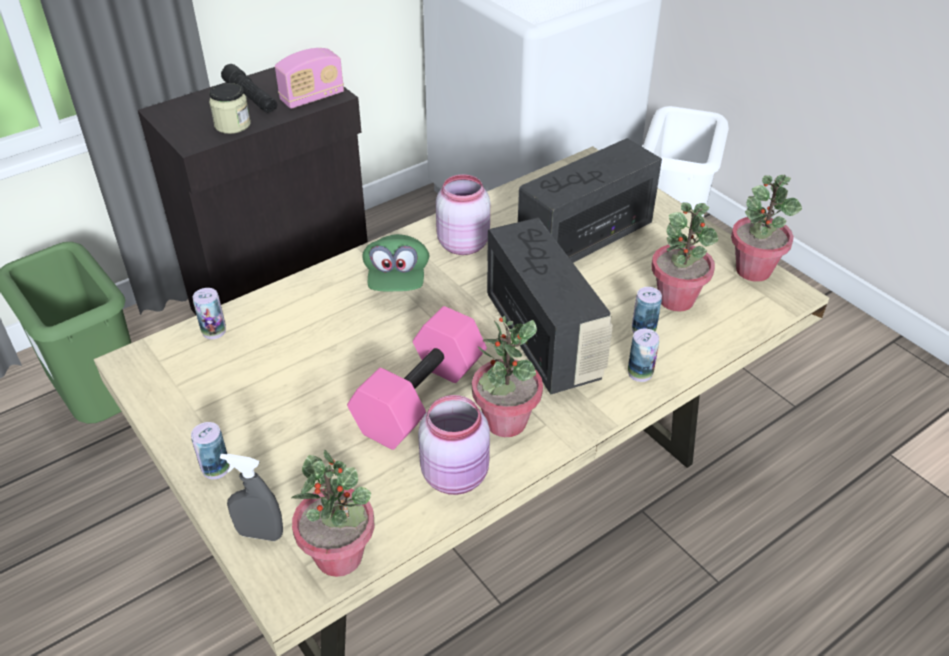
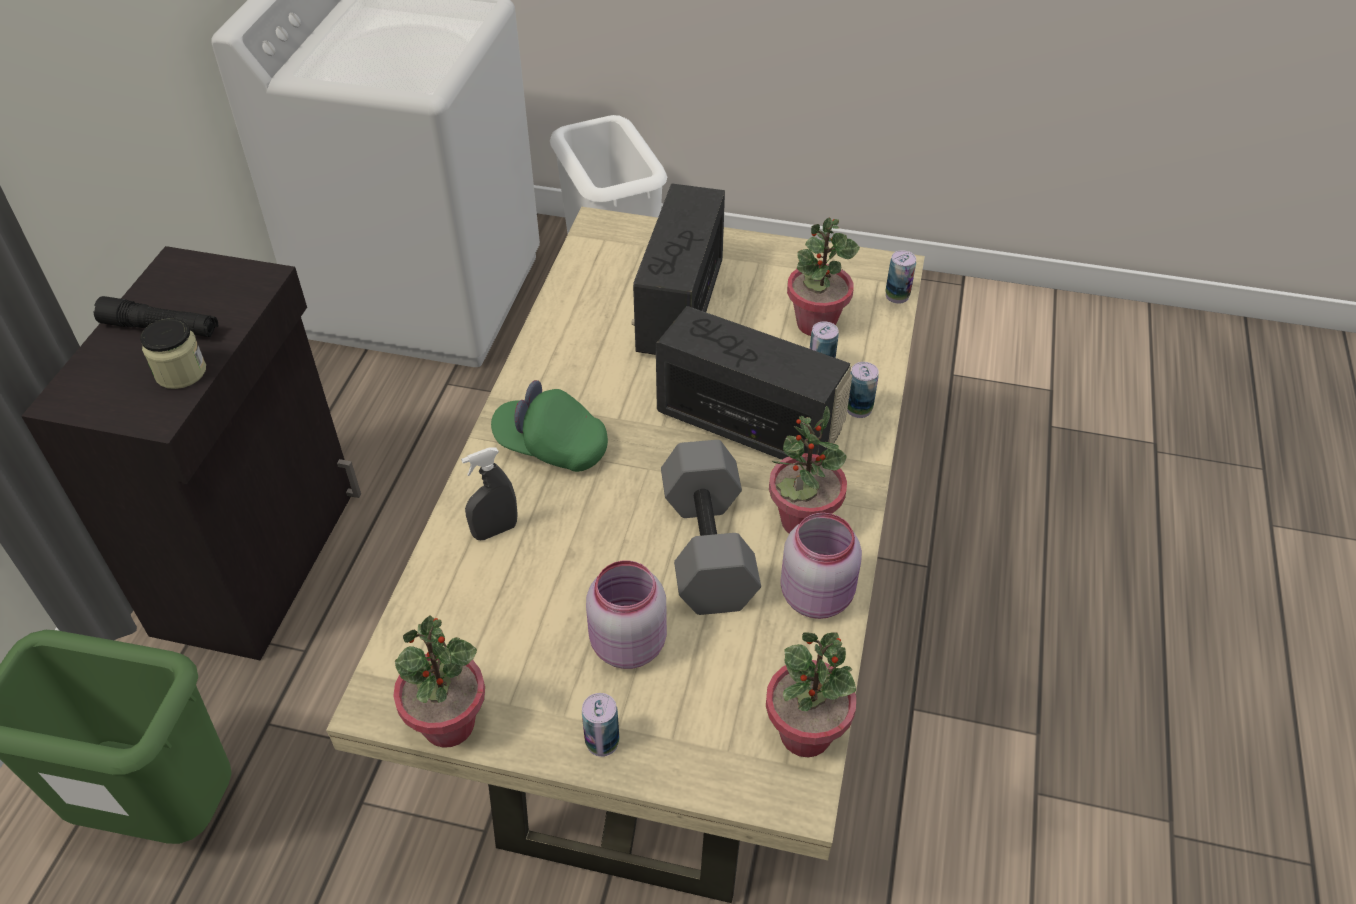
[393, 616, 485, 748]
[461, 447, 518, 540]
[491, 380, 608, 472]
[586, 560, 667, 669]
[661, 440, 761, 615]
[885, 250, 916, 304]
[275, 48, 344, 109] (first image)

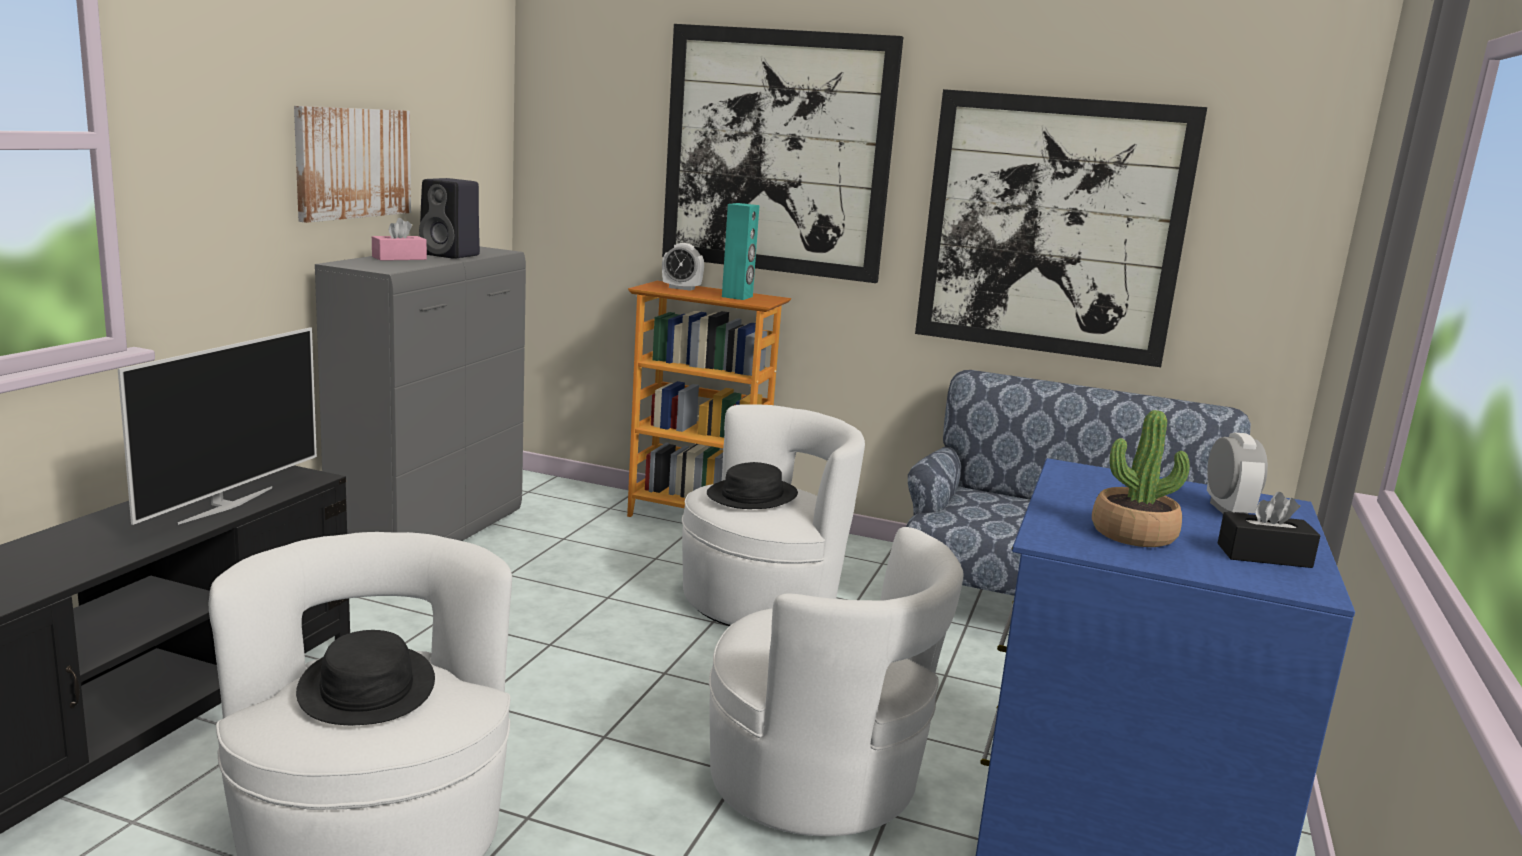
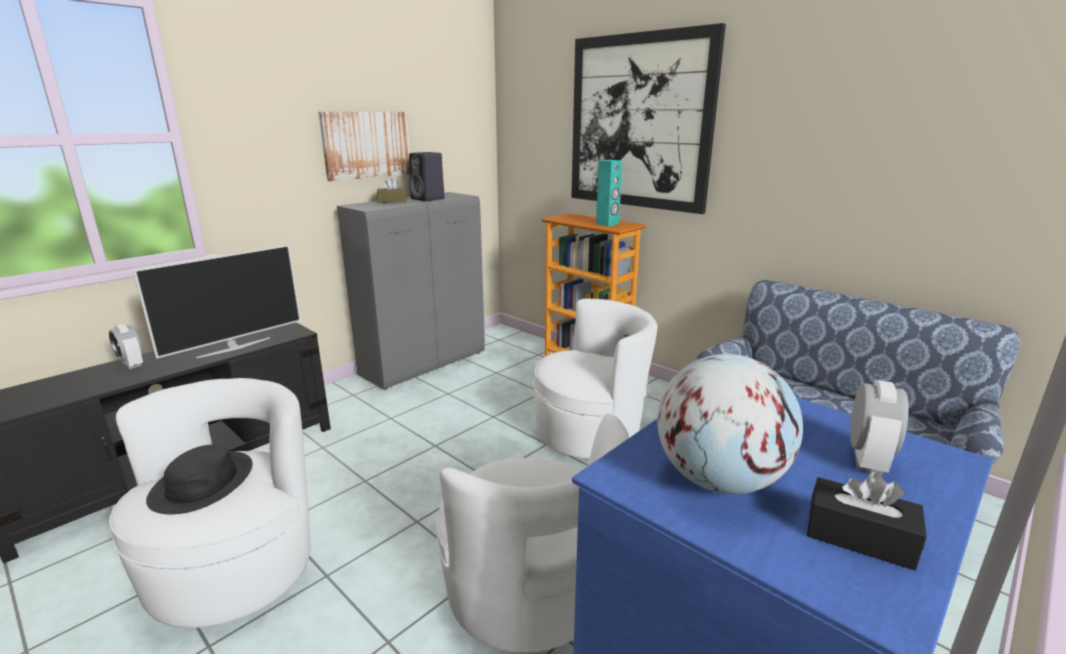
[109, 324, 143, 369]
[377, 177, 407, 203]
[657, 354, 803, 494]
[707, 462, 798, 509] (first image)
[915, 89, 1207, 367] (first image)

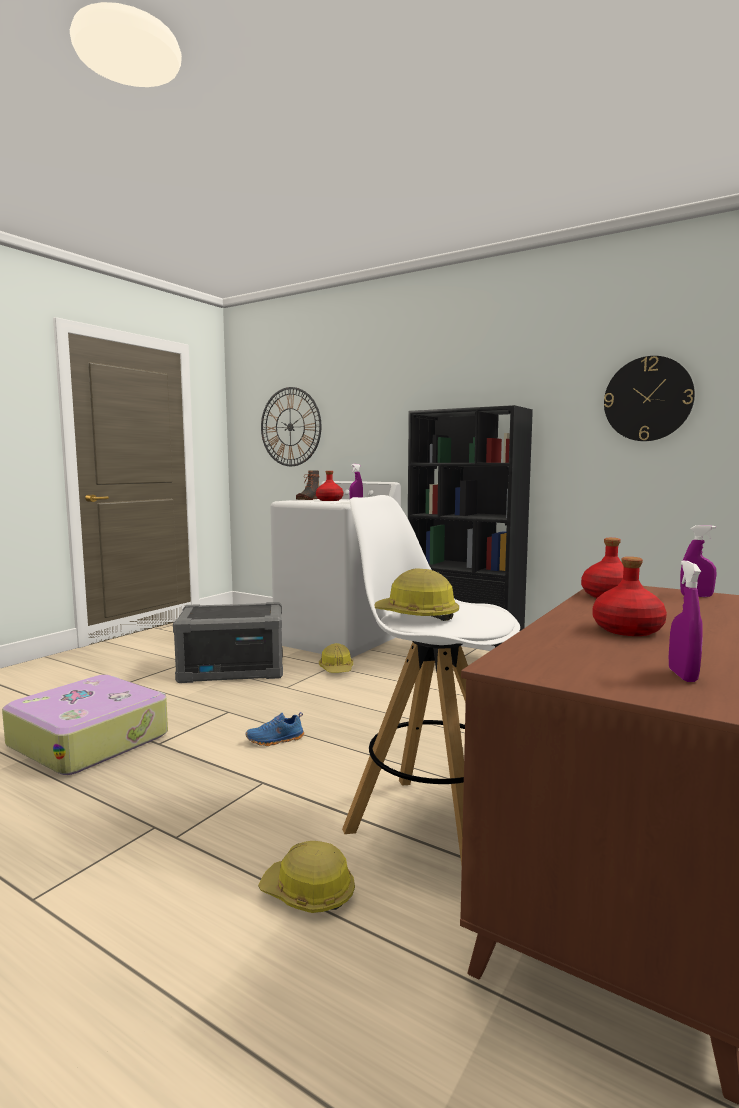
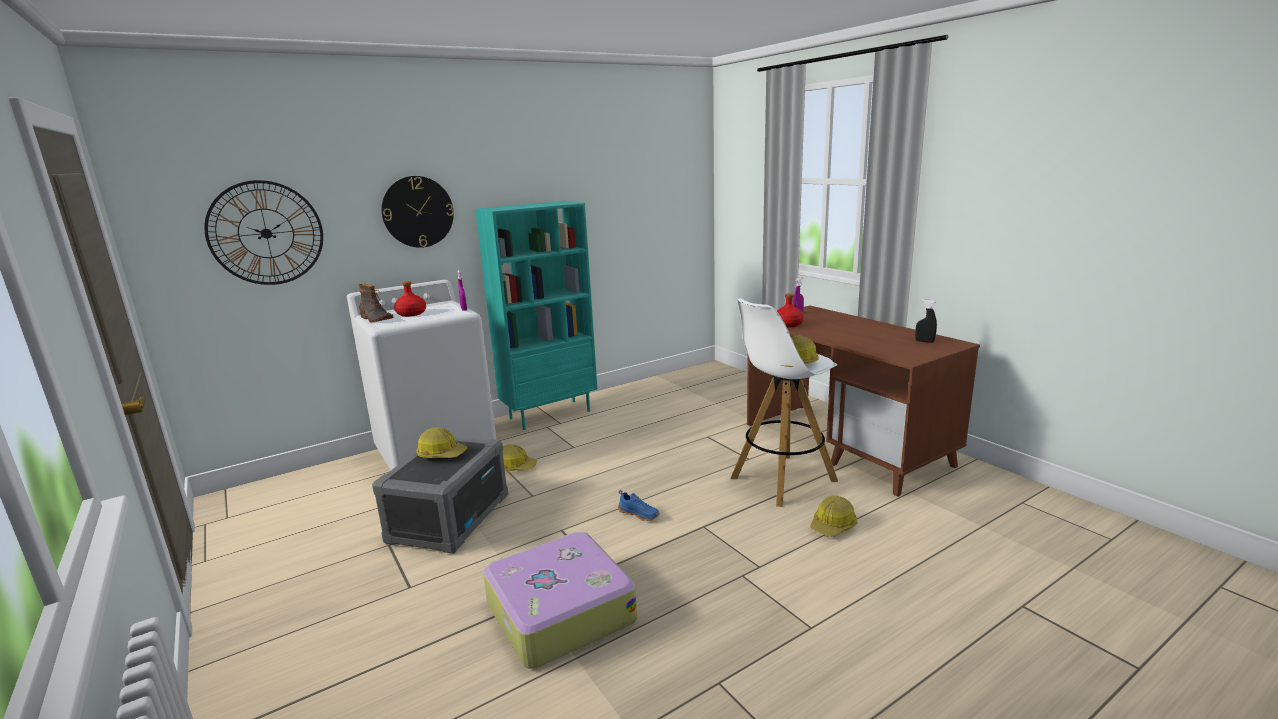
[381, 176, 454, 248]
[416, 427, 467, 458]
[475, 201, 597, 430]
[618, 490, 660, 521]
[915, 299, 937, 343]
[593, 557, 667, 636] (first image)

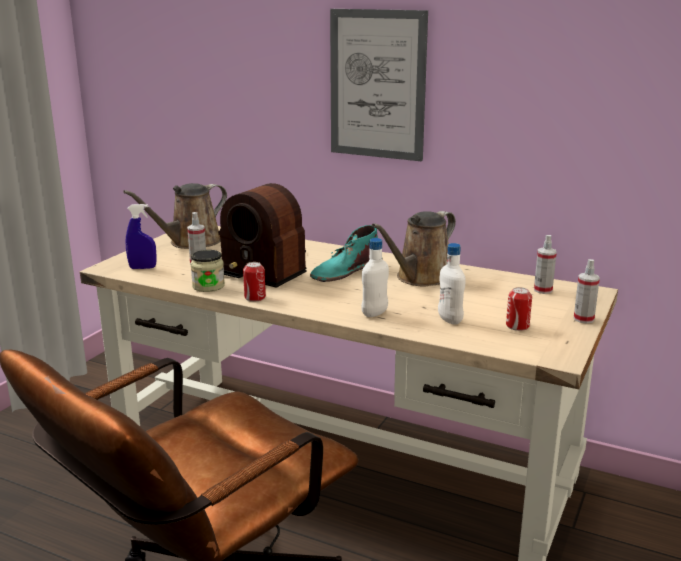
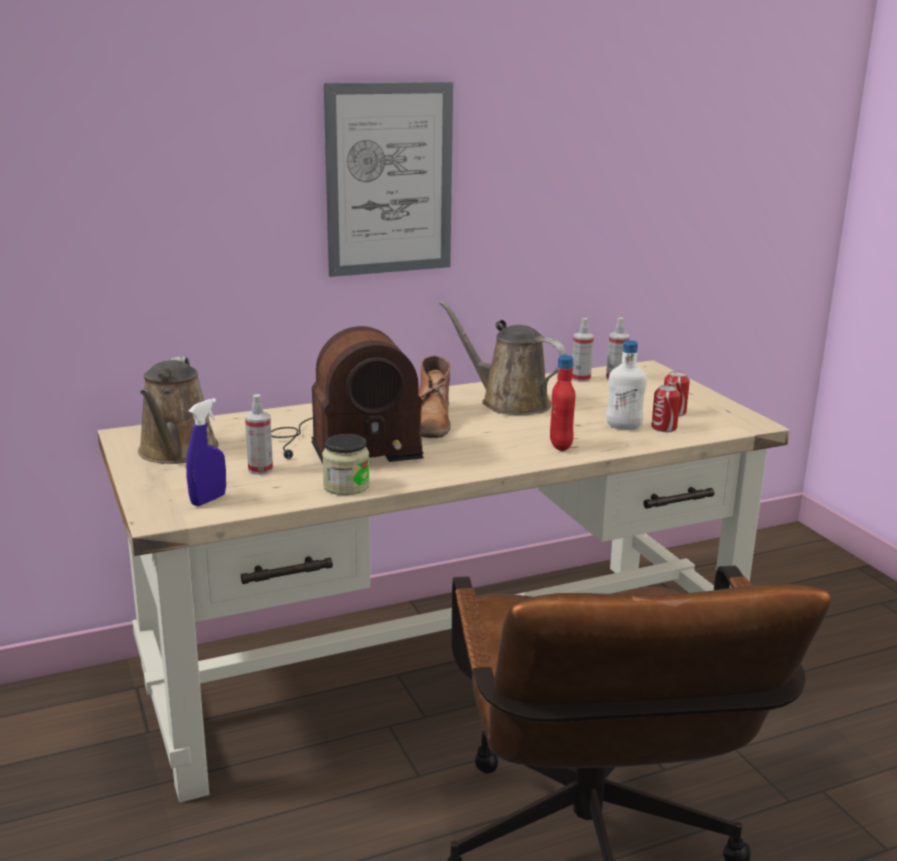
[418, 355, 451, 438]
[439, 301, 567, 415]
[550, 355, 575, 451]
[572, 318, 594, 382]
[651, 385, 680, 432]

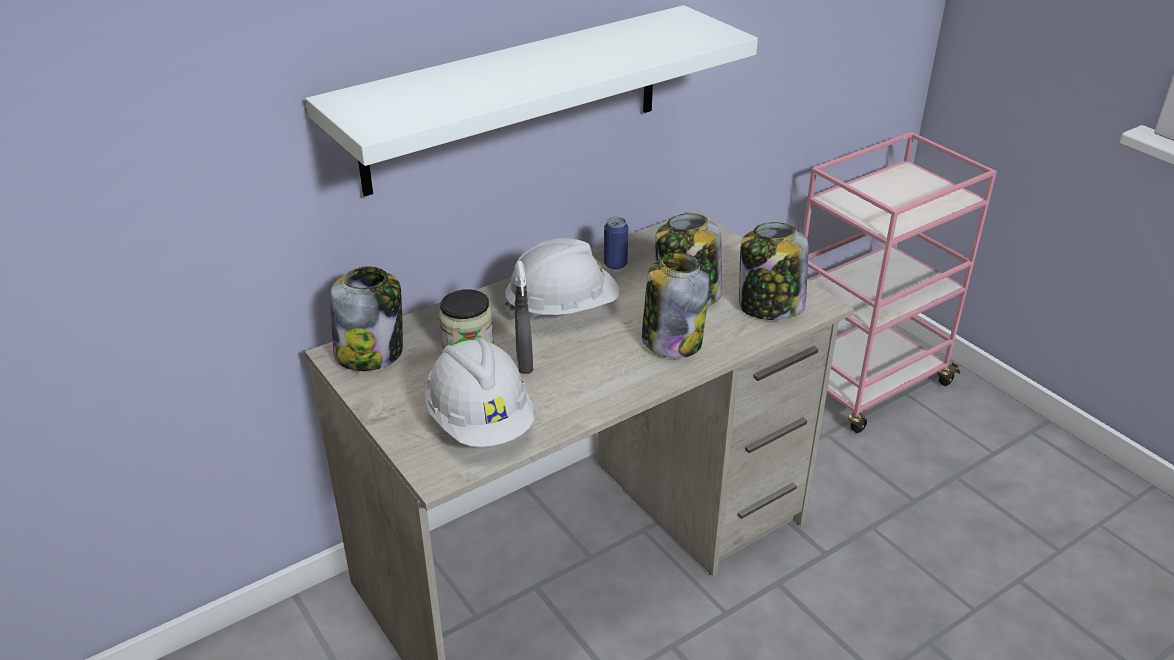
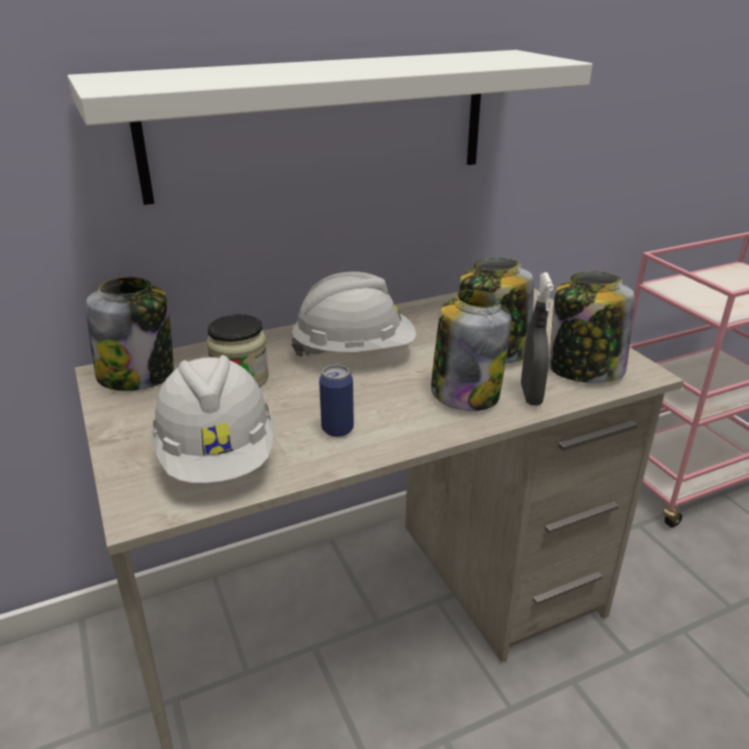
[319, 365, 354, 437]
[521, 272, 554, 405]

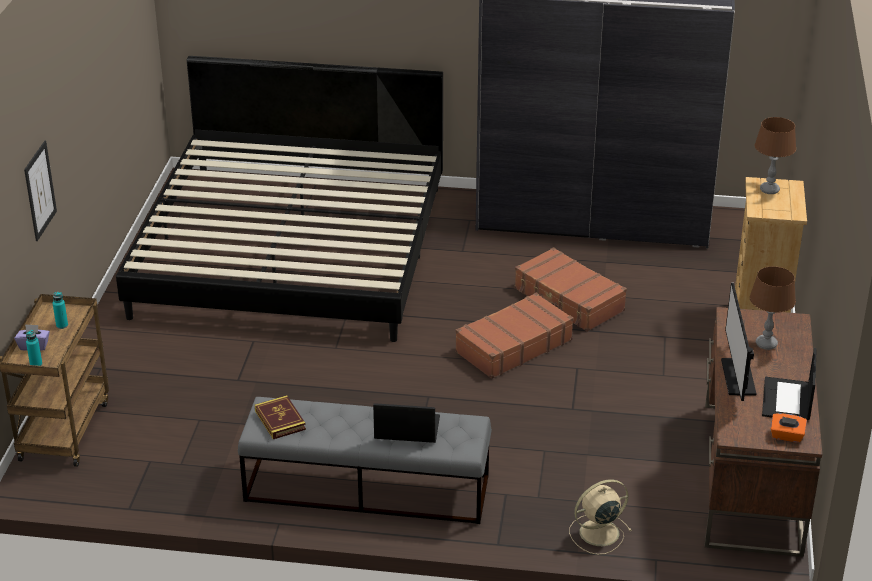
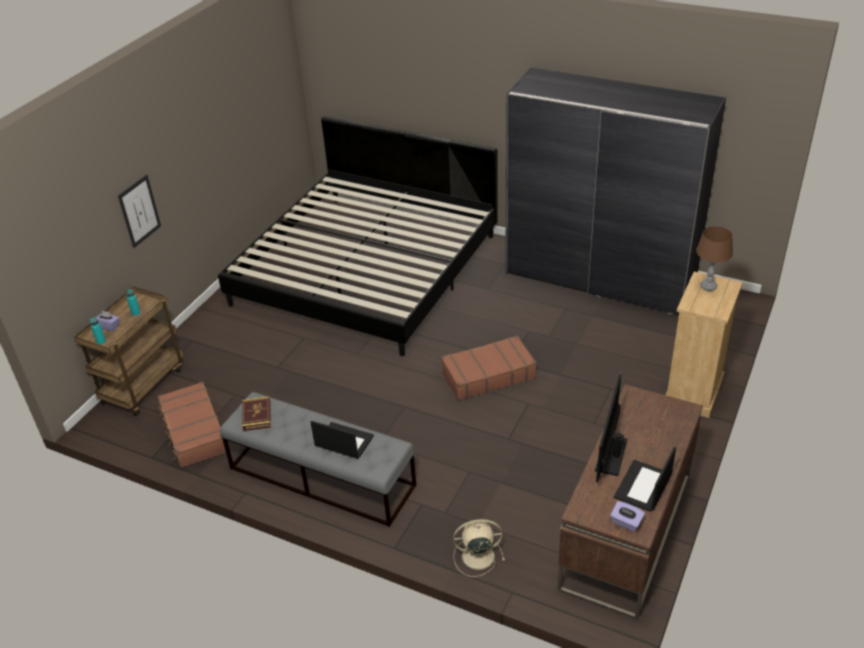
[158, 382, 226, 468]
[610, 501, 645, 532]
[750, 266, 796, 350] (first image)

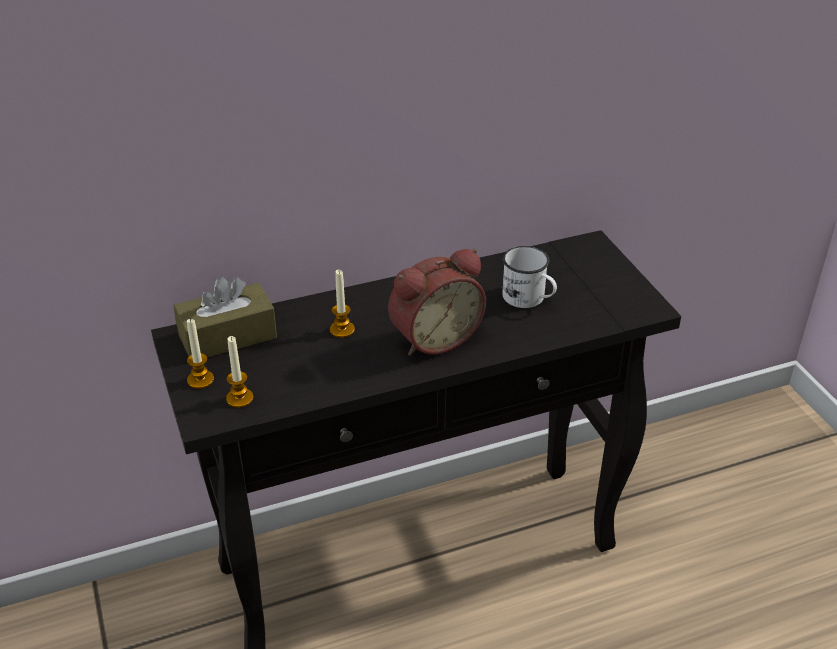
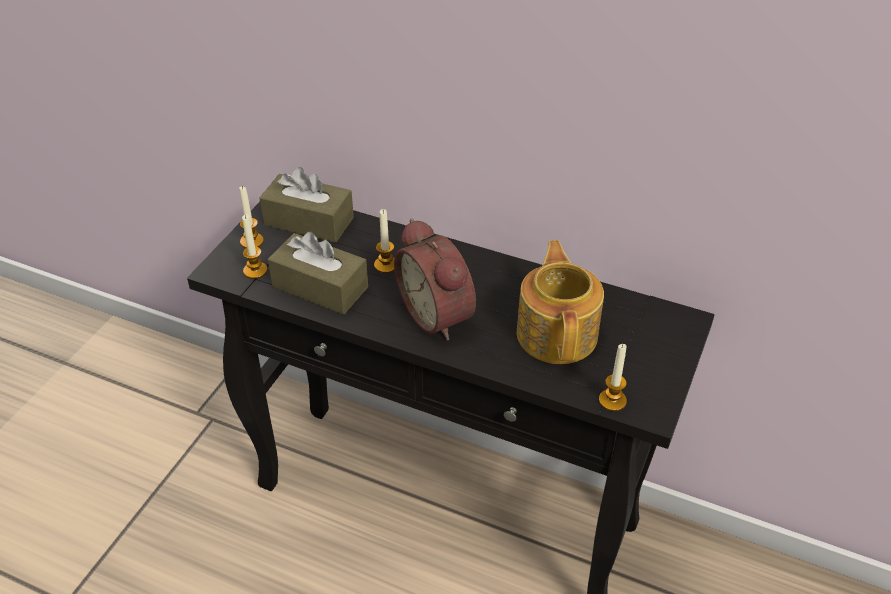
[268, 232, 368, 314]
[394, 218, 476, 341]
[517, 240, 604, 364]
[599, 344, 627, 411]

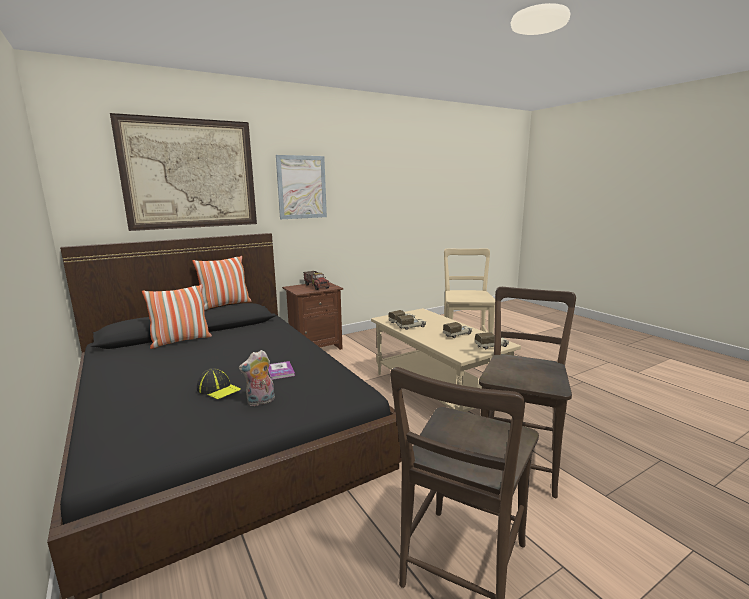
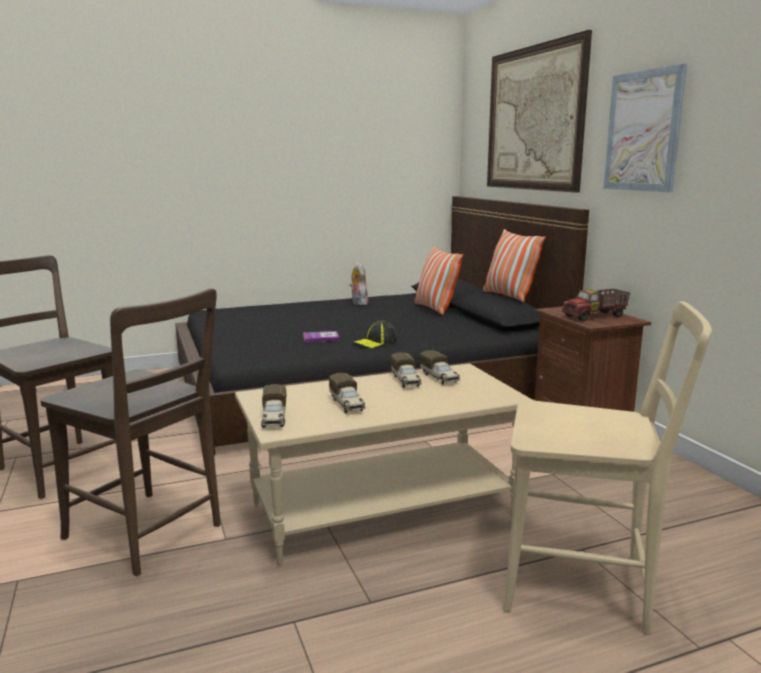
[350, 263, 368, 305]
[354, 320, 397, 348]

